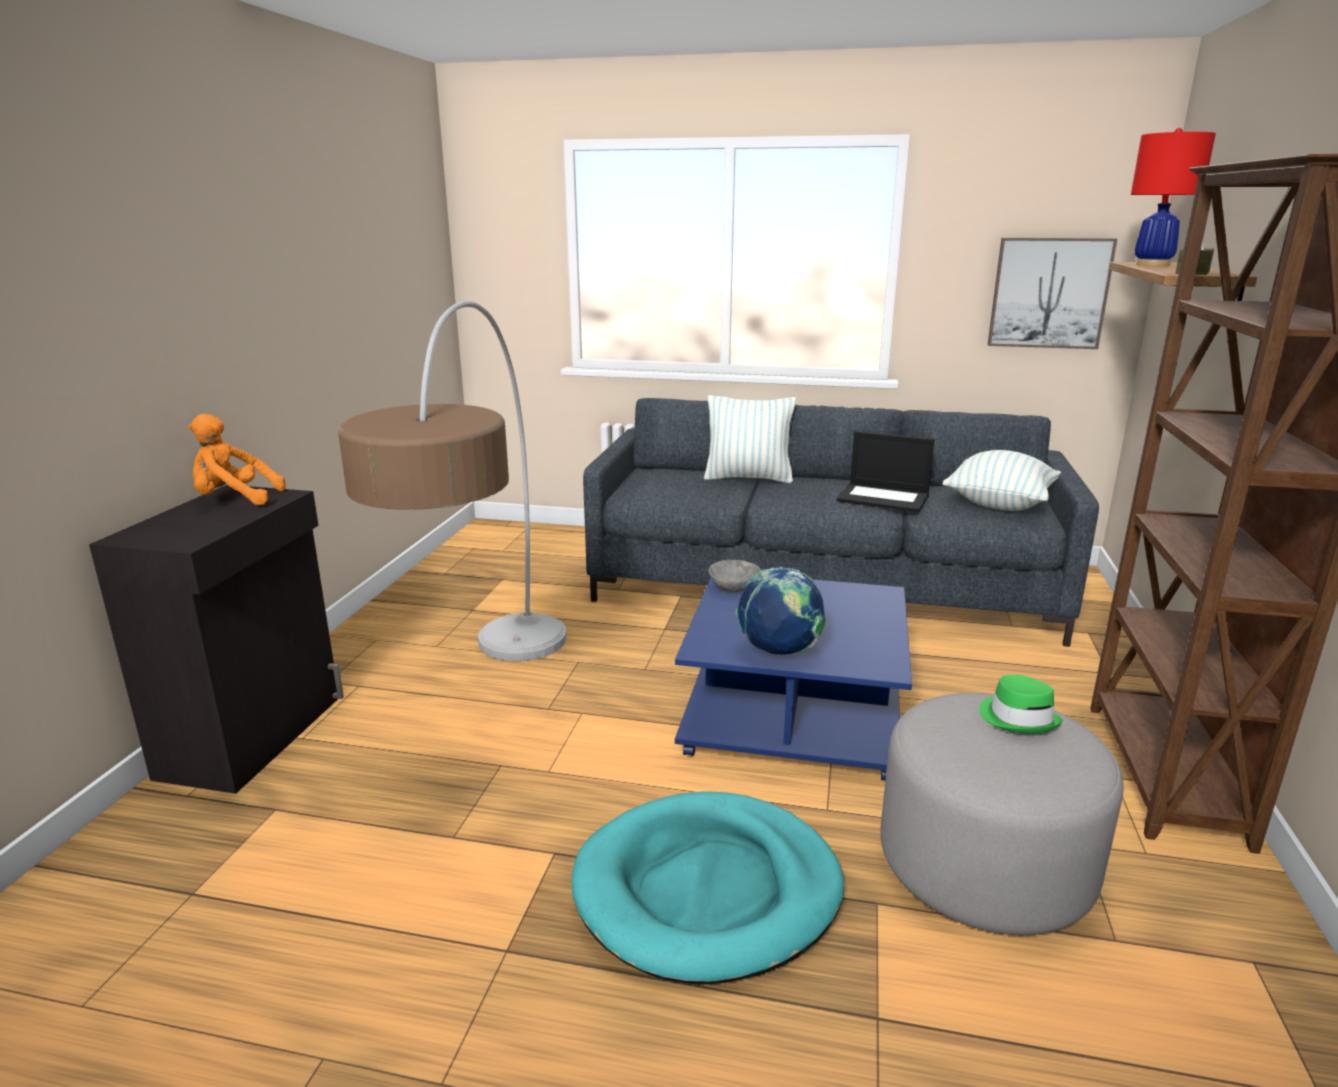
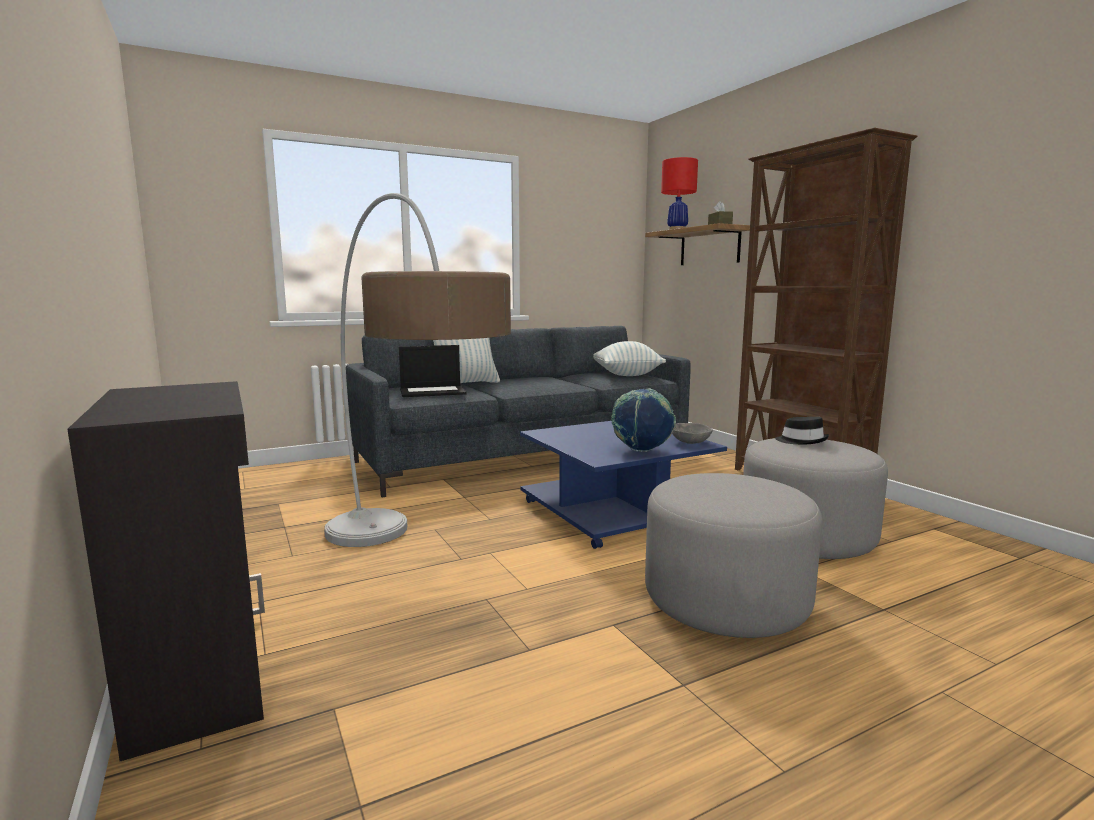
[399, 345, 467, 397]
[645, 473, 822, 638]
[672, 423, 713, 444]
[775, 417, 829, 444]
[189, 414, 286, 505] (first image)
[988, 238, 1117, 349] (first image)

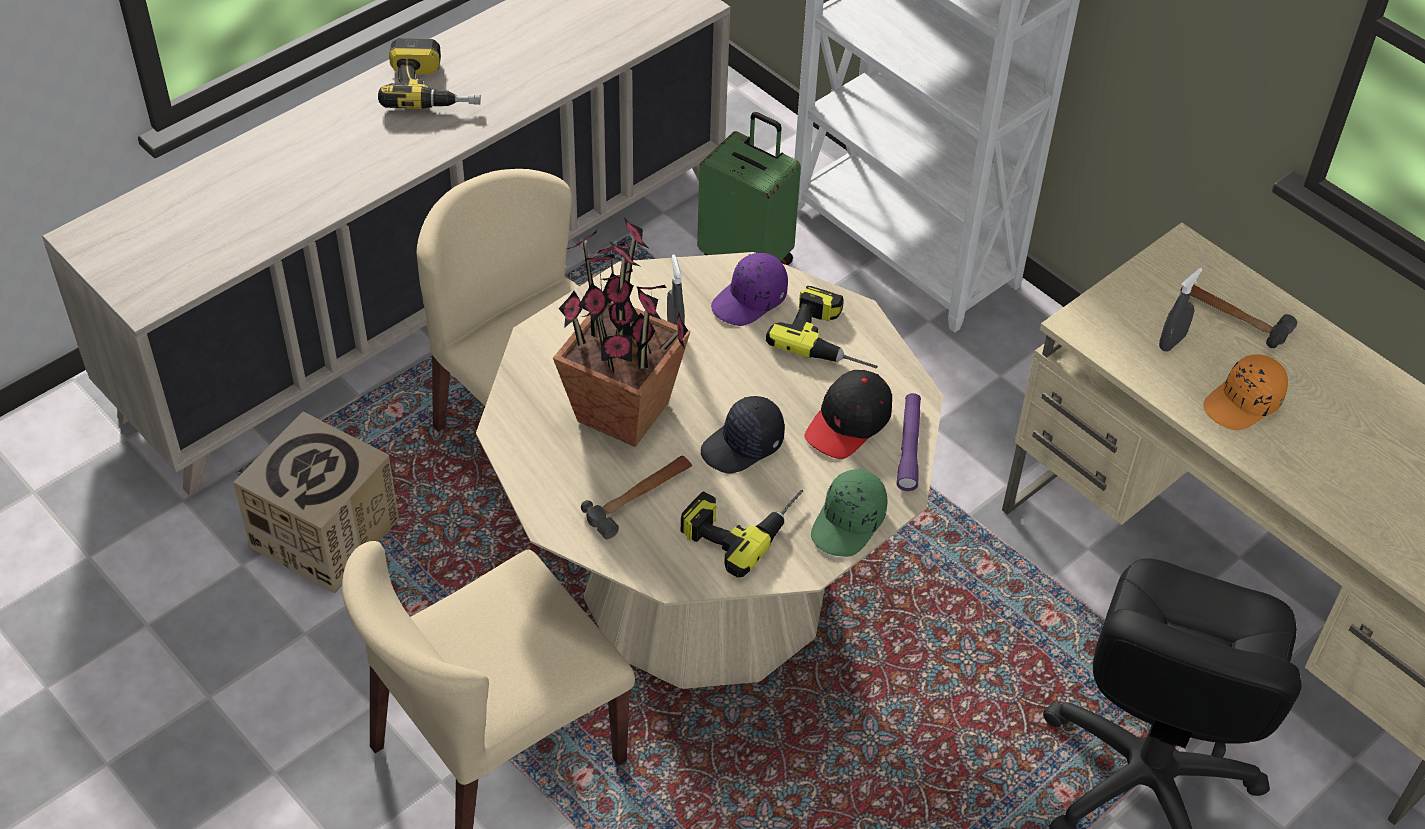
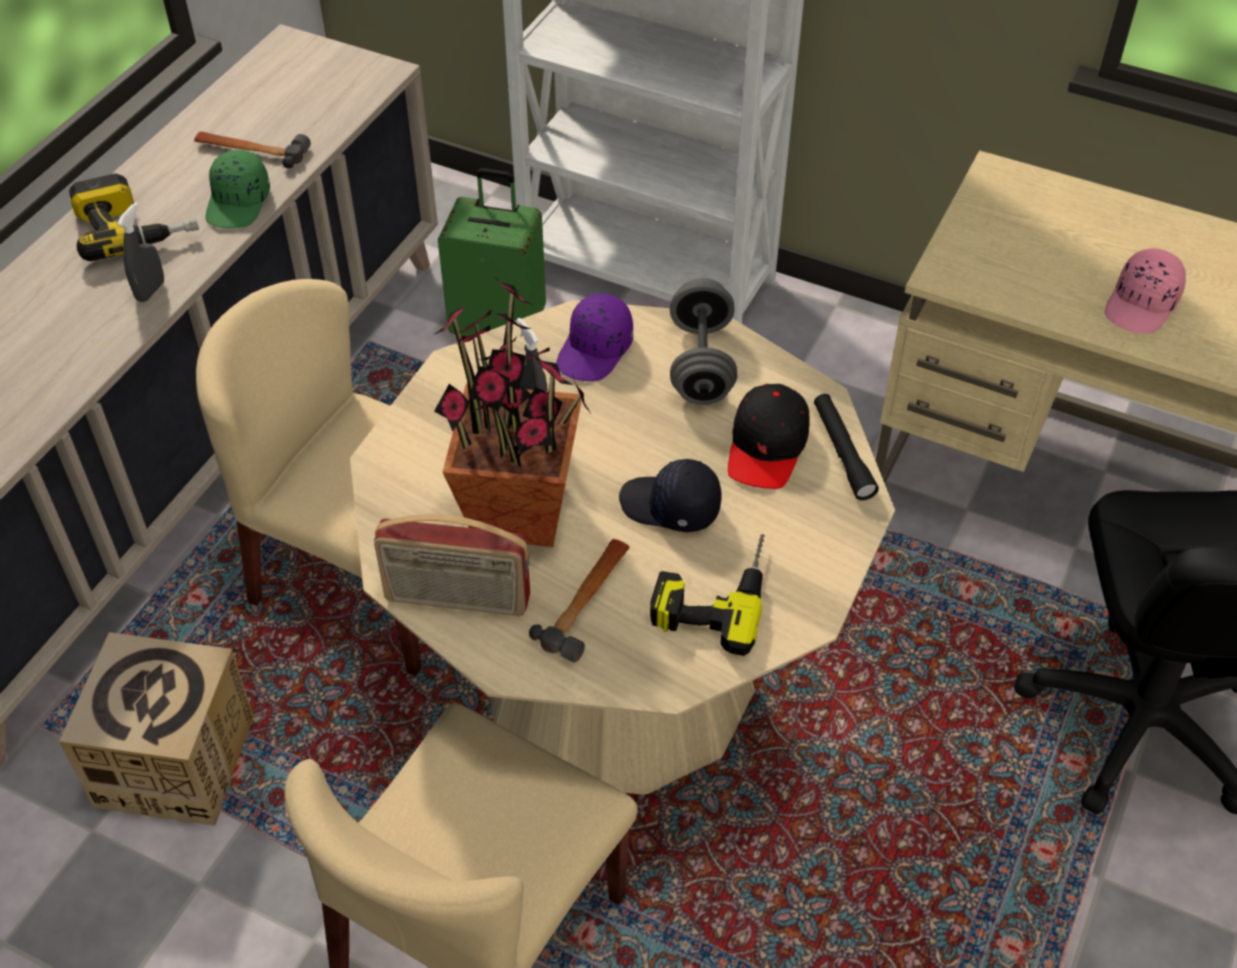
[117, 202, 164, 302]
[194, 132, 311, 168]
[205, 150, 270, 229]
[374, 514, 530, 616]
[619, 459, 722, 532]
[670, 278, 737, 405]
[814, 394, 879, 500]
[1105, 248, 1186, 334]

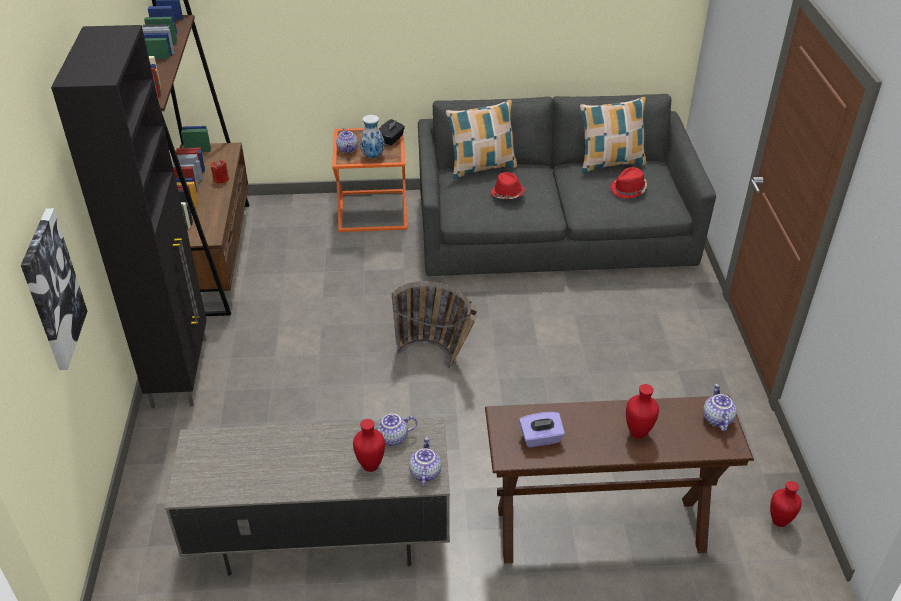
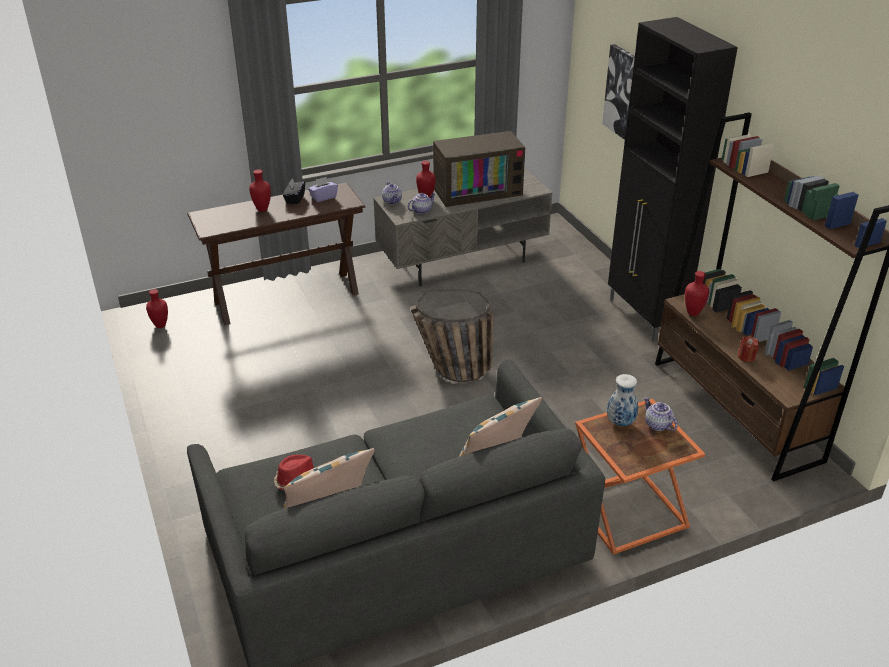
[283, 178, 305, 204]
[433, 131, 525, 207]
[685, 271, 709, 316]
[491, 172, 525, 199] (first image)
[703, 384, 737, 431] (first image)

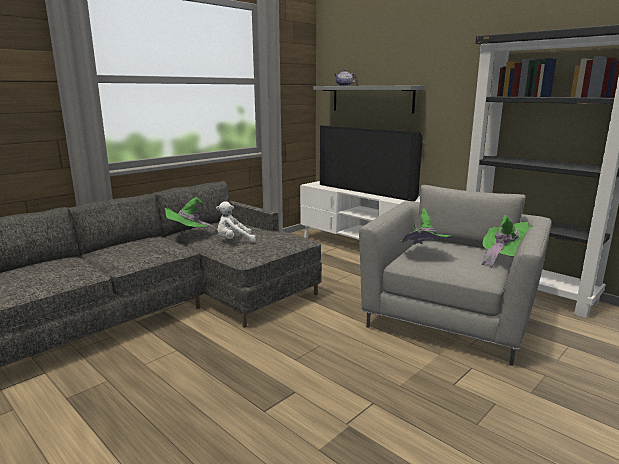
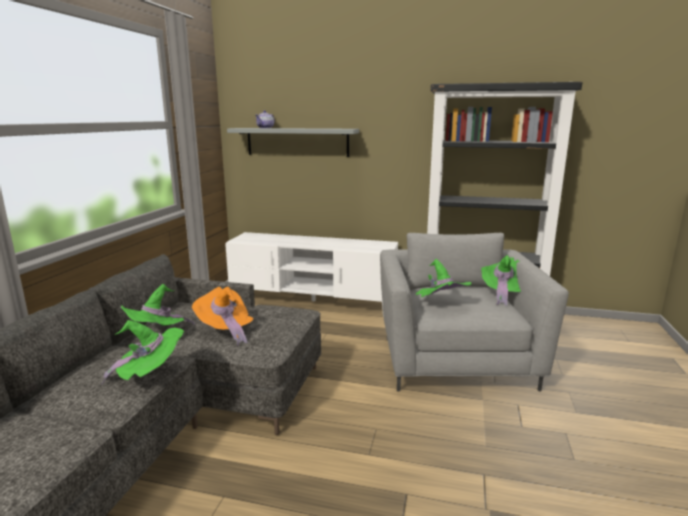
[101, 320, 184, 385]
[192, 287, 253, 346]
[320, 125, 423, 201] (first image)

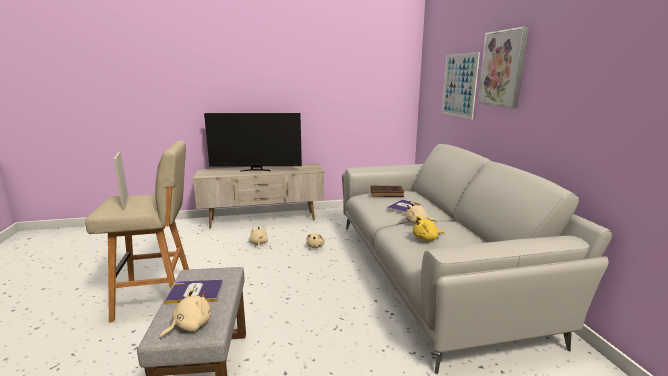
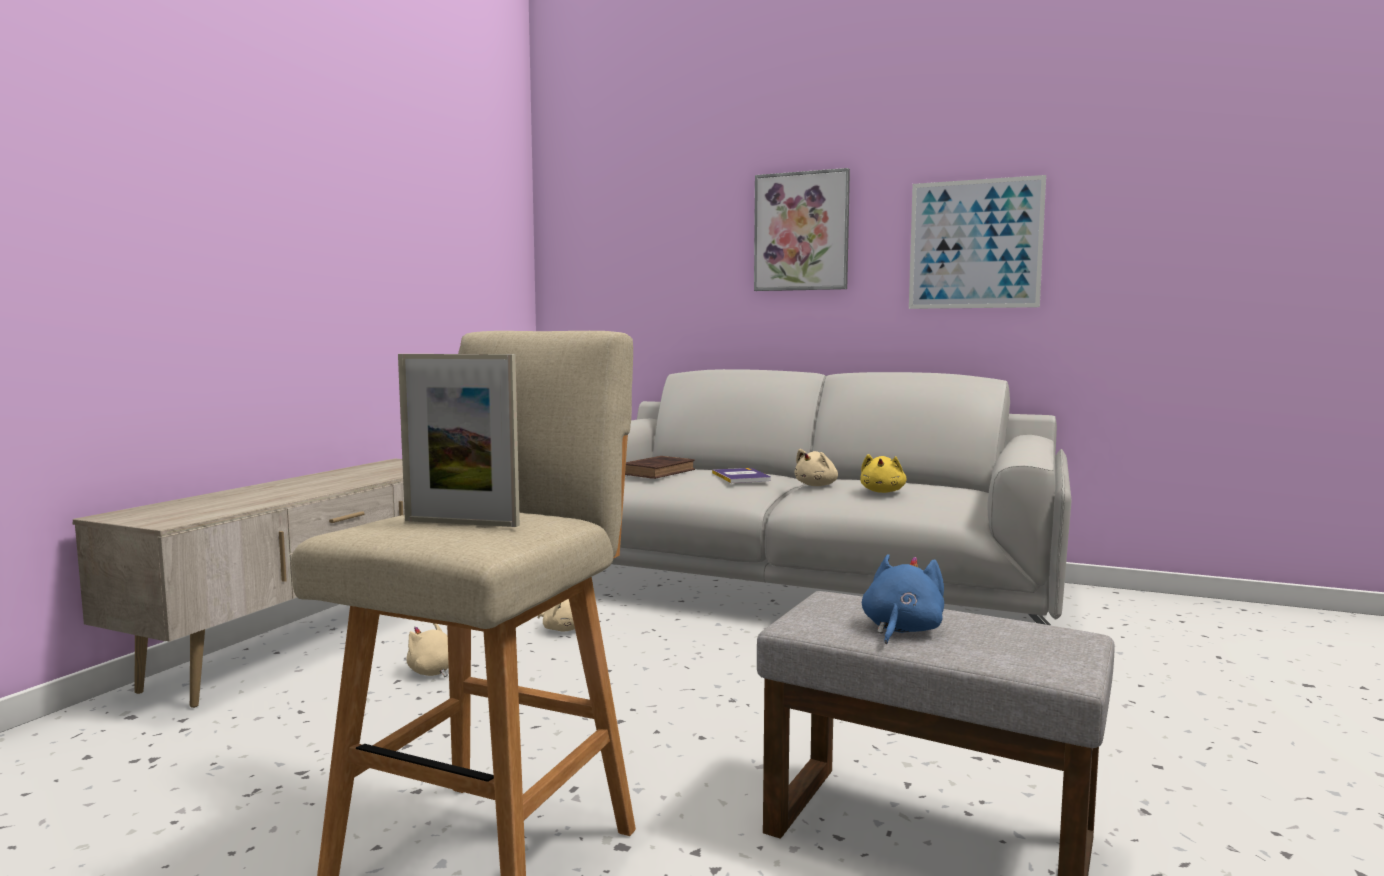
[862, 554, 944, 644]
[909, 175, 1046, 309]
[159, 289, 211, 339] (first image)
[204, 113, 302, 172] (first image)

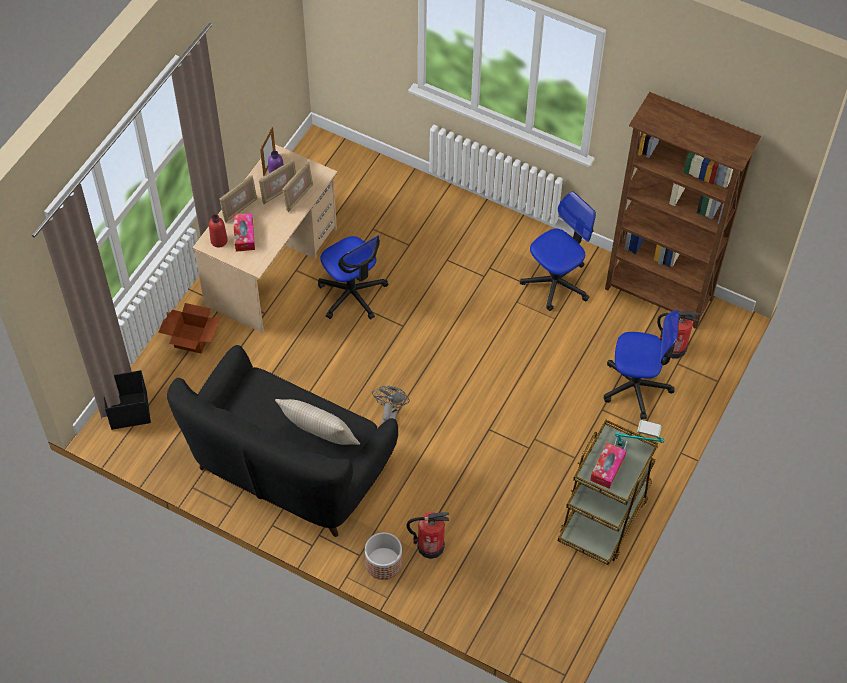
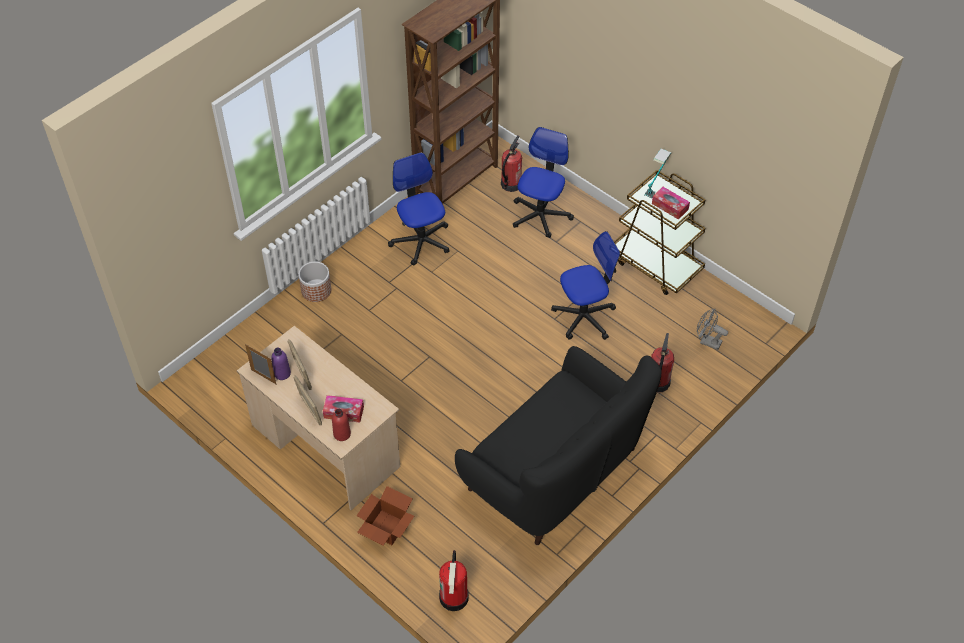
[298, 262, 332, 302]
[439, 550, 469, 611]
[551, 231, 620, 340]
[697, 309, 728, 350]
[275, 399, 360, 445] (first image)
[282, 161, 313, 212] (first image)

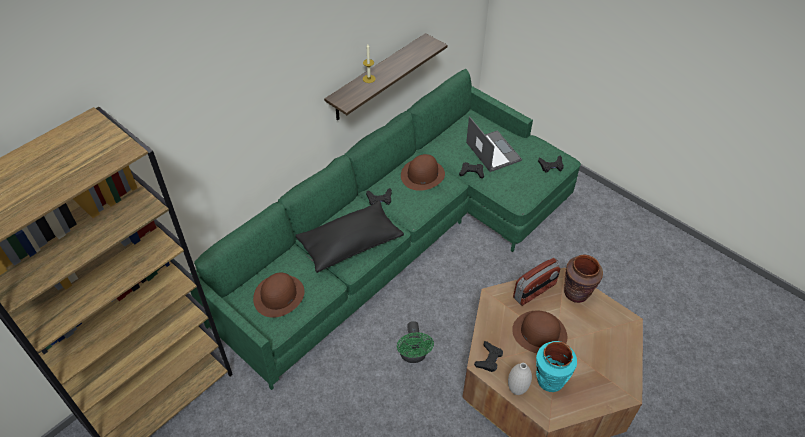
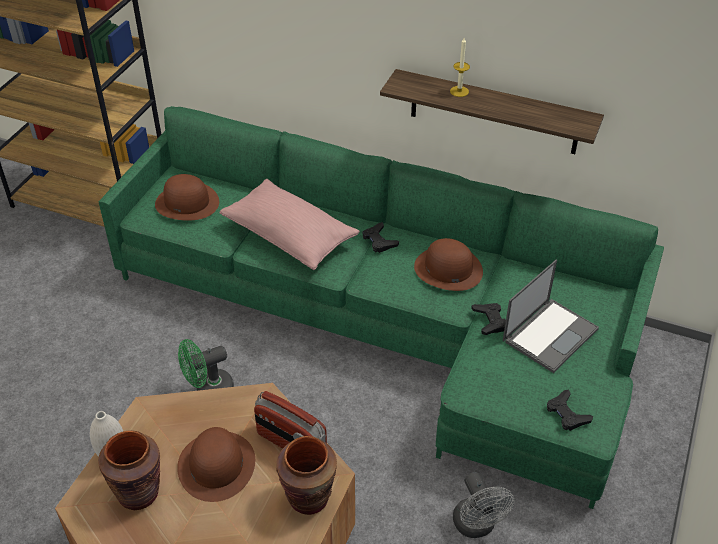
[98, 430, 160, 510]
[219, 179, 360, 270]
[453, 472, 514, 538]
[474, 341, 503, 372] (first image)

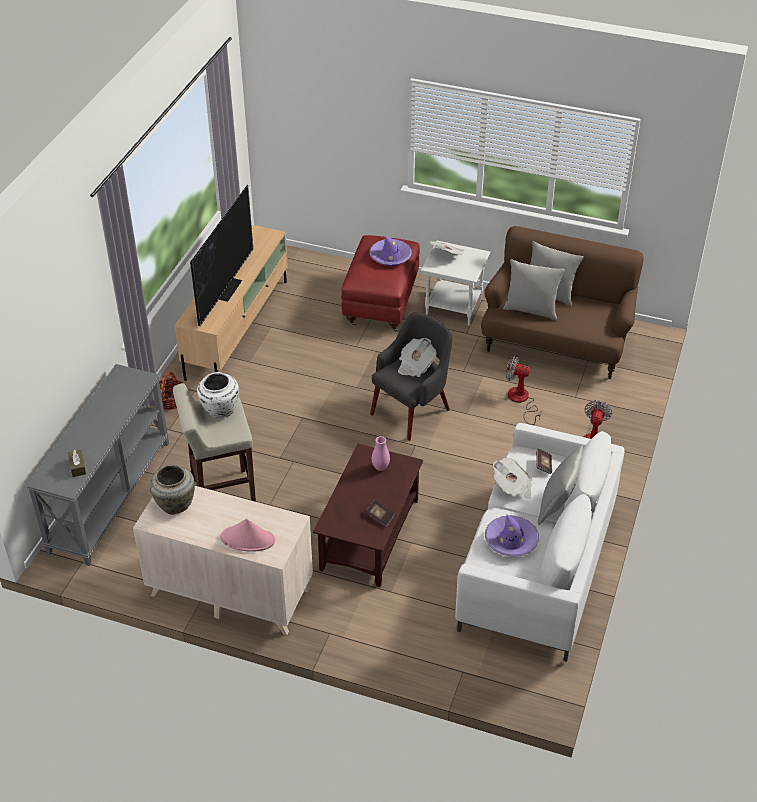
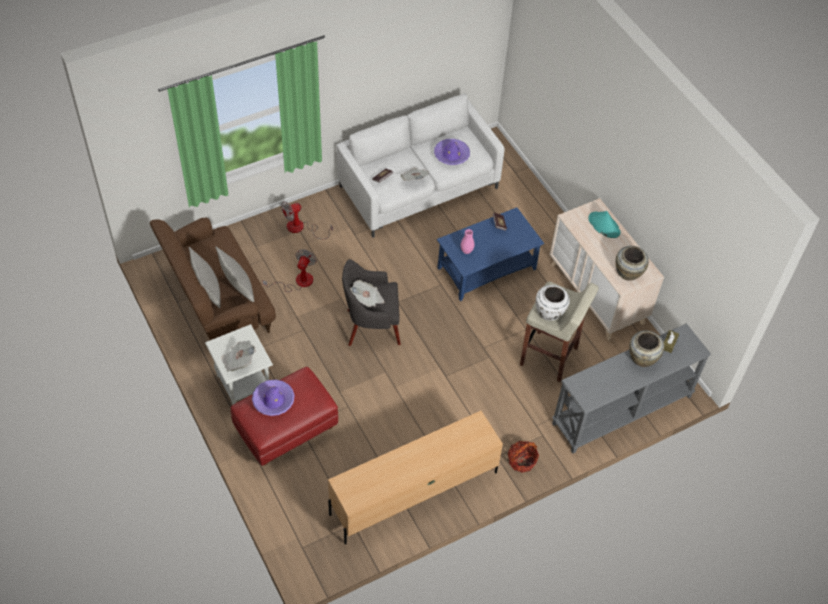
[262, 249, 317, 292]
[437, 207, 544, 301]
[588, 211, 620, 238]
[629, 330, 664, 367]
[190, 185, 253, 326] (first image)
[538, 445, 583, 525] (first image)

